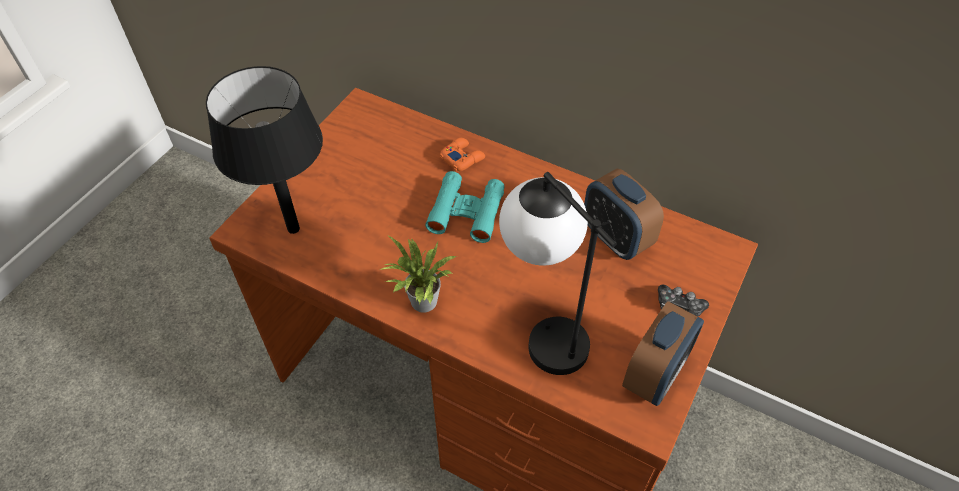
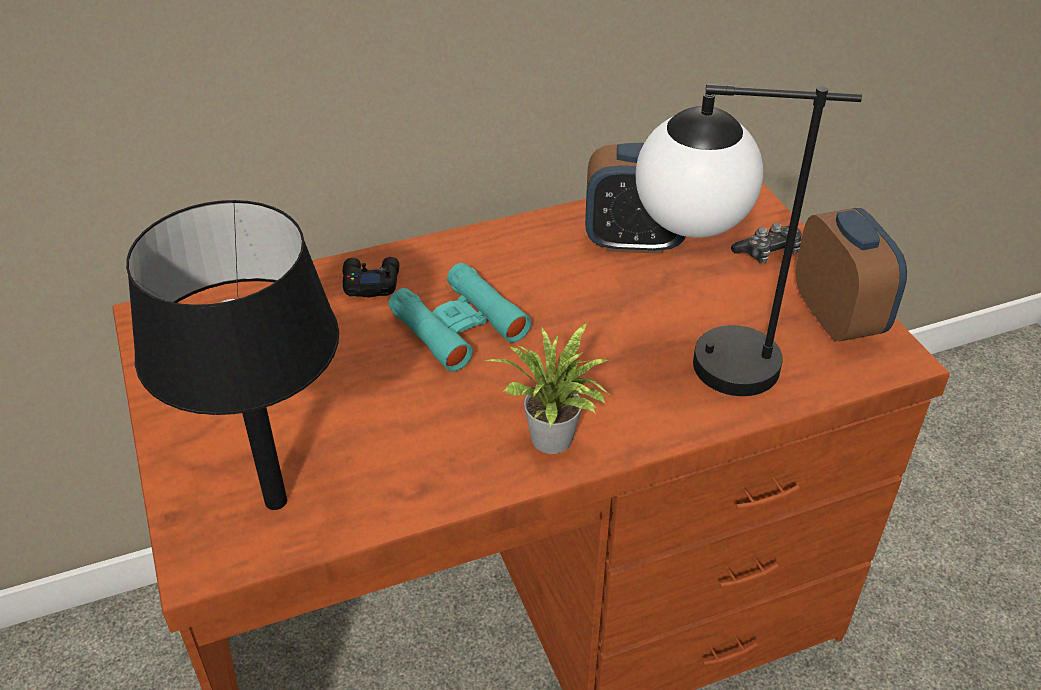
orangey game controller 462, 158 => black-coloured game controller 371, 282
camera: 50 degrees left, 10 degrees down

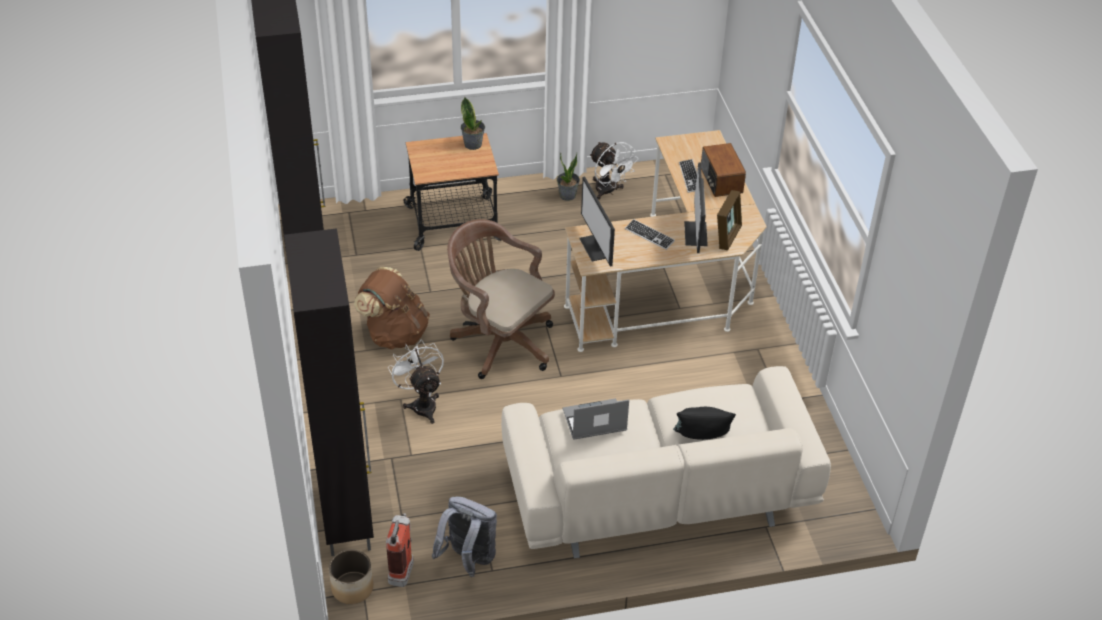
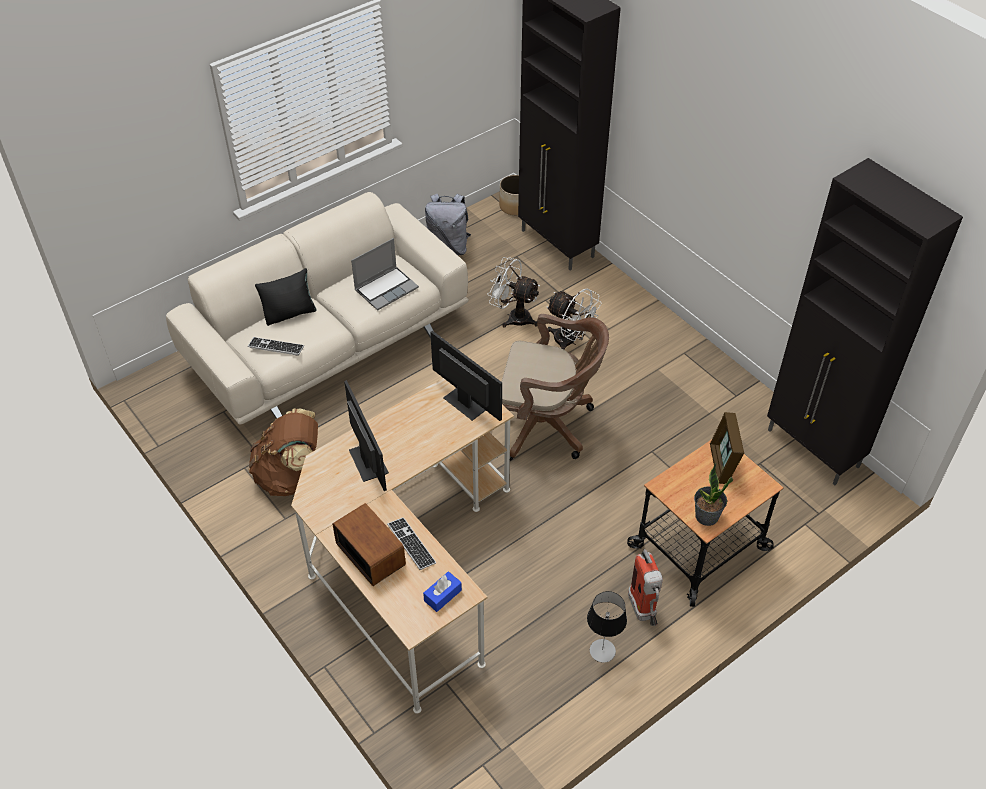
nothing => bluish tissue holder 442, 595
brownish rucksack 395, 333 => brownish rucksack 290, 475, move
fire extinguisher 403, 567 => fire extinguisher 644, 613, move
white-coloured electric fan 608, 191 => white-coloured electric fan 513, 317, move
computer keyboard 649, 235 => computer keyboard 276, 347, move
photo frame 727, 236 => photo frame 722, 464, move
potted plant 567, 195 => lamp for a table 602, 650
camera: 155 degrees right, 5 degrees up

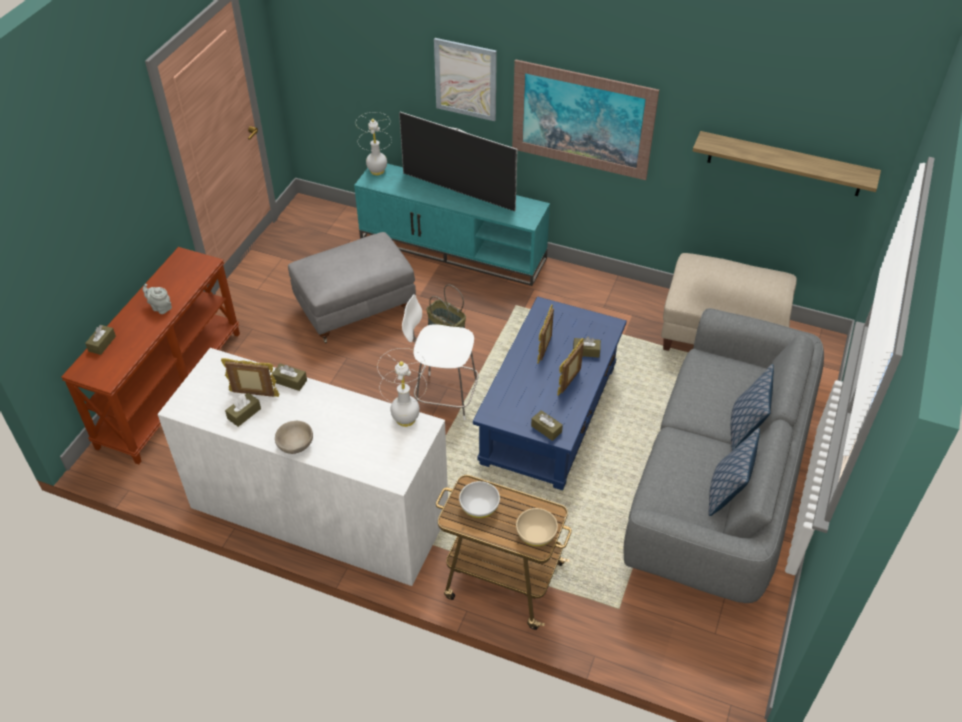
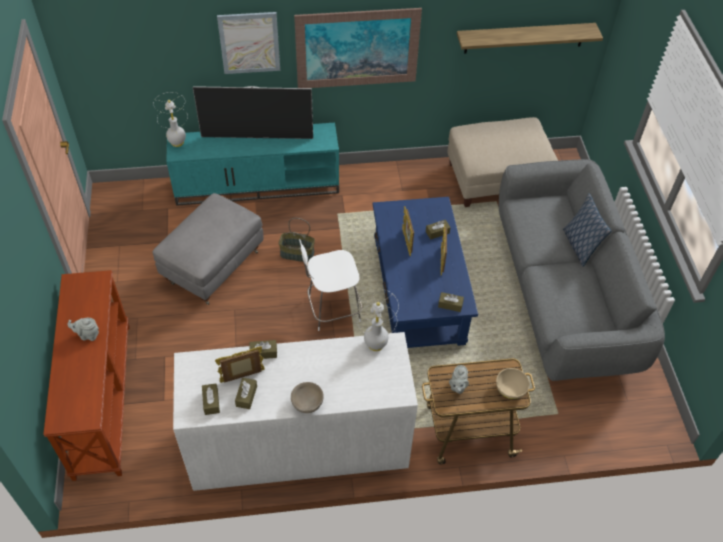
cushion 726, 492 => nothing
brownish tissue holder 102, 343 => brownish tissue holder 211, 402, move
white-coloured bowl 479, 507 => grey tea pot 457, 387
camera: 30 degrees left, 5 degrees up

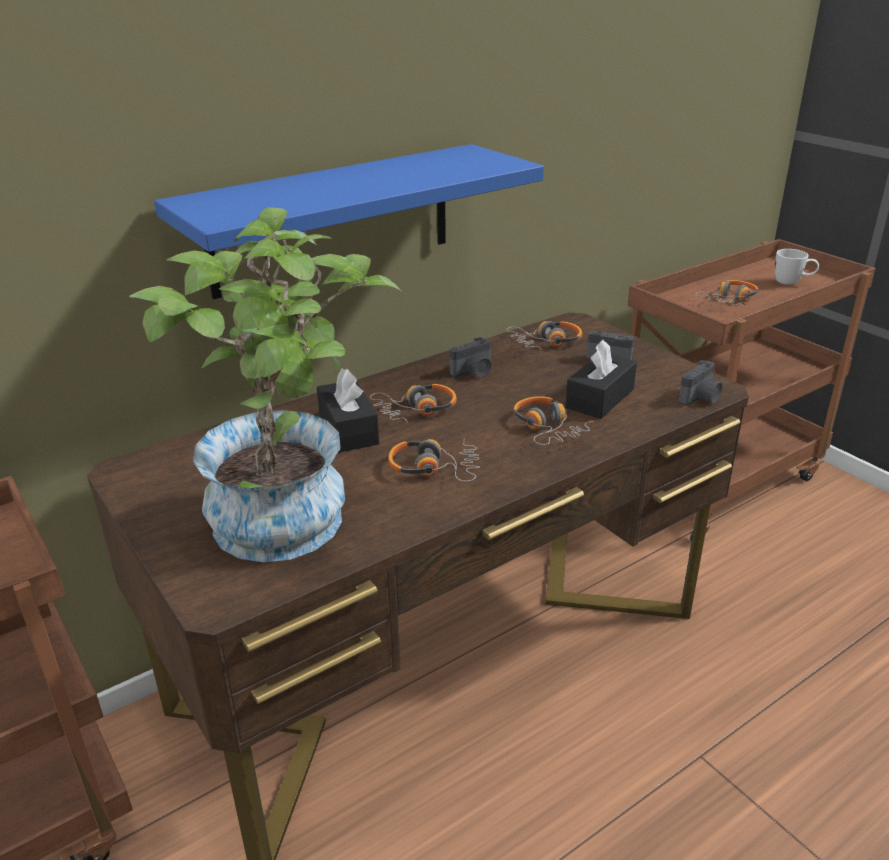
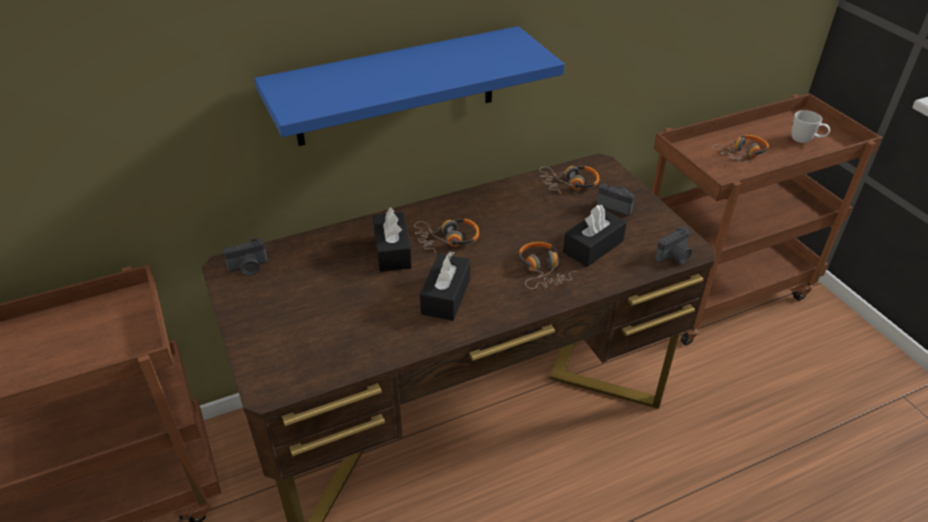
potted plant 293, 528 => nothing
photo camera 474, 372 => photo camera 249, 268, move
headset 434, 468 => black-coloured tissue holder 446, 296
camera: 10 degrees right, 10 degrees up

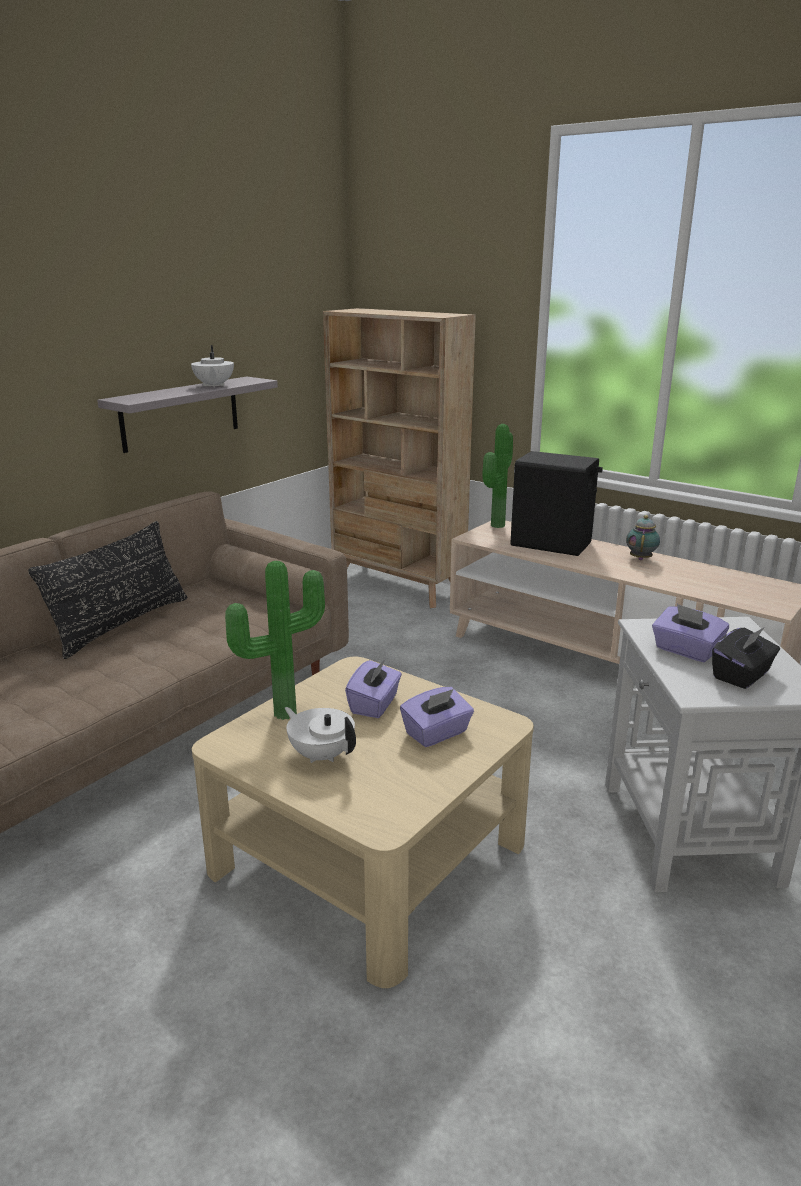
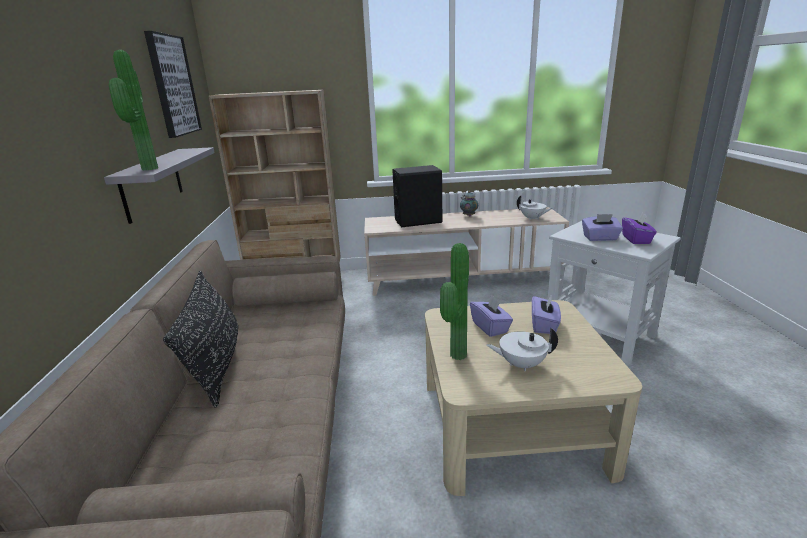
nothing => picture 173, 85
white-coloured tea pot 213, 386 => white-coloured tea pot 532, 218, move
potted plant 495, 525 => potted plant 146, 169, move
black-coloured tissue holder 742, 675 => purple-coloured tissue holder 636, 239
camera: 40 degrees left, 0 degrees up

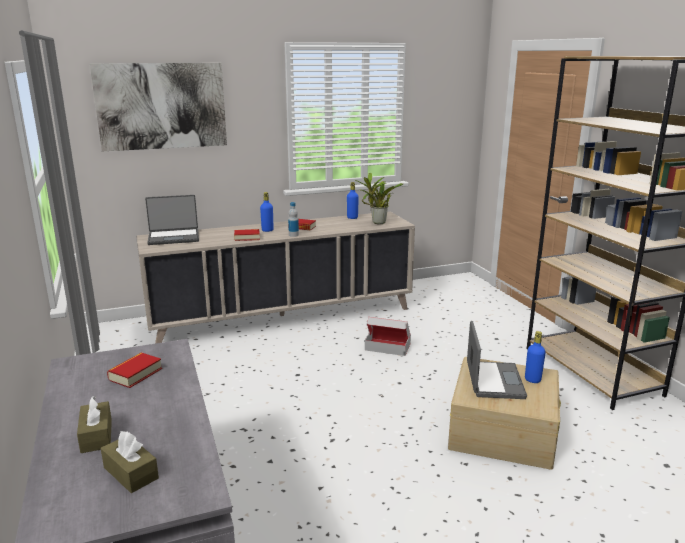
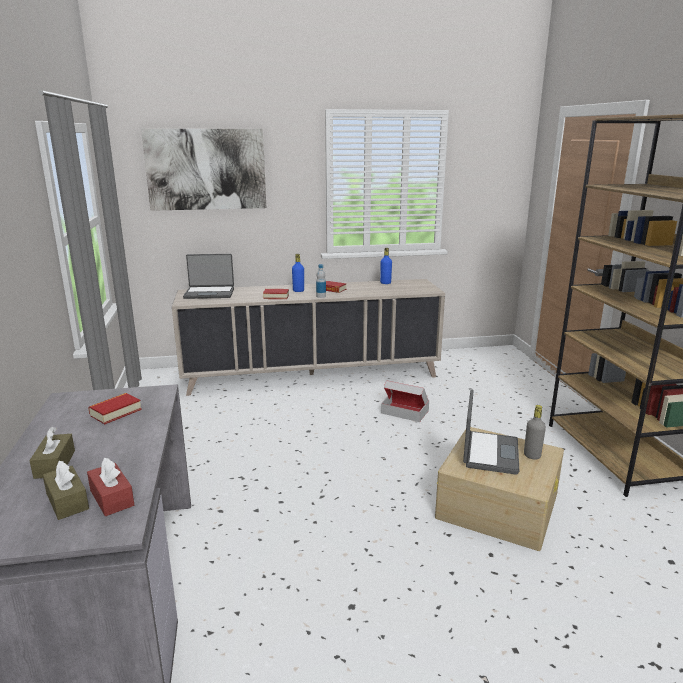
potted plant 377, 223 => nothing
nothing => red tissue holder 112, 498
bluish drink bottle 532, 380 => grey drink bottle 532, 455
camera: 10 degrees right, 0 degrees up

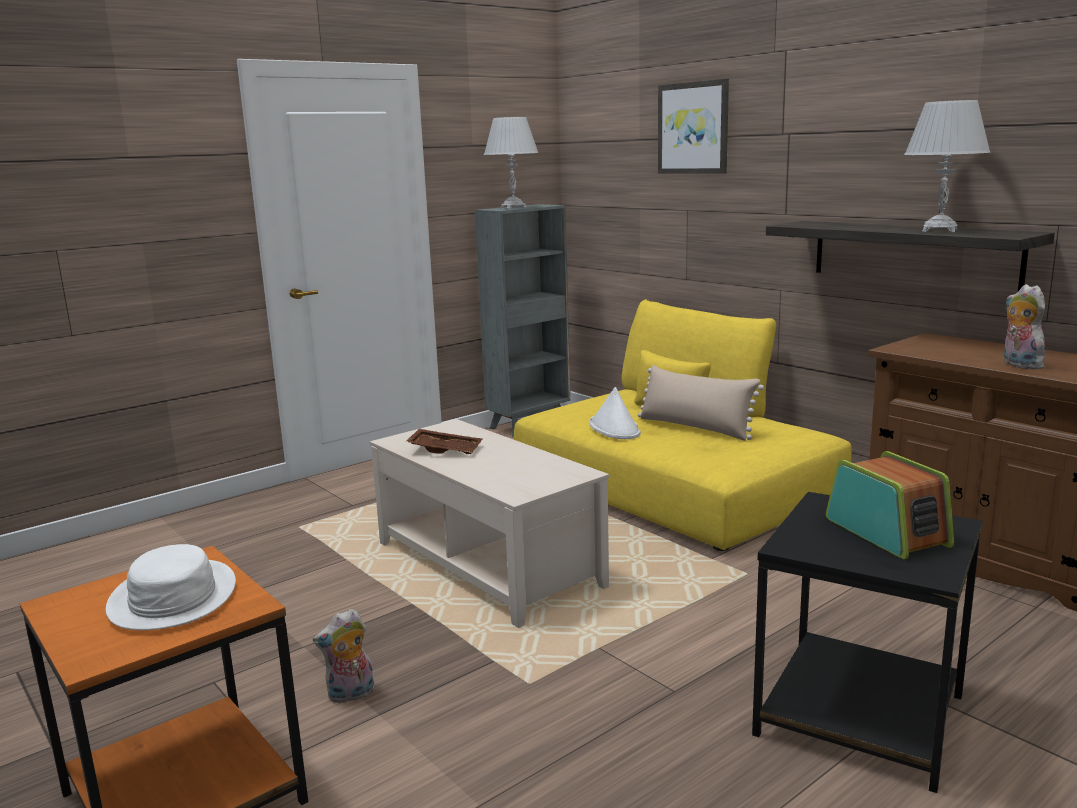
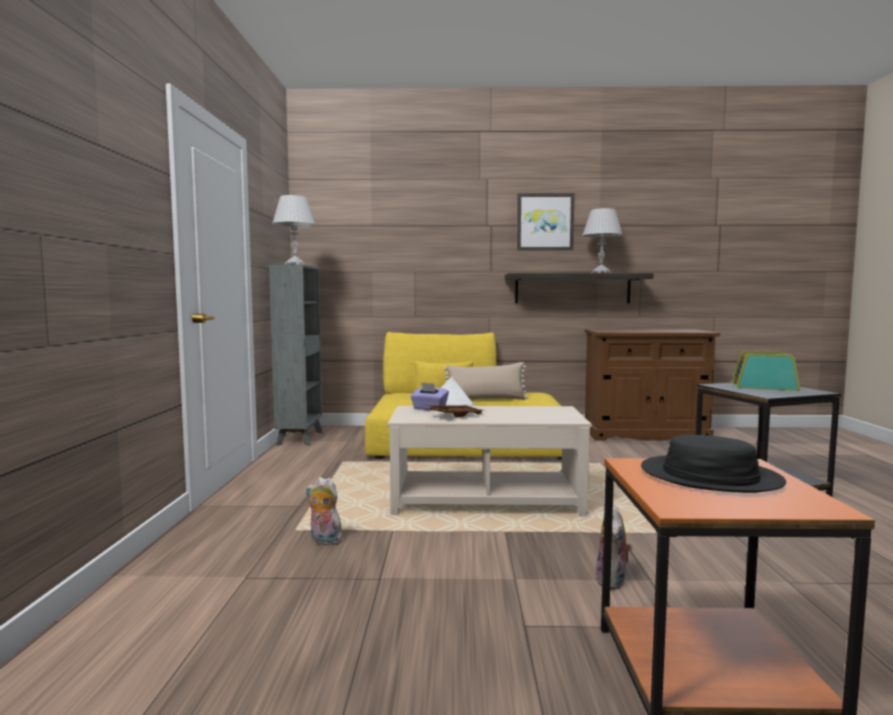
nothing => purple-coloured tissue holder 429, 408
picture 693, 128 => picture 545, 222, move
plush toy 1018, 365 => plush toy 324, 541, move
white-coloured hat 172, 597 => black-coloured hat 709, 477
camera: 50 degrees left, 10 degrees down

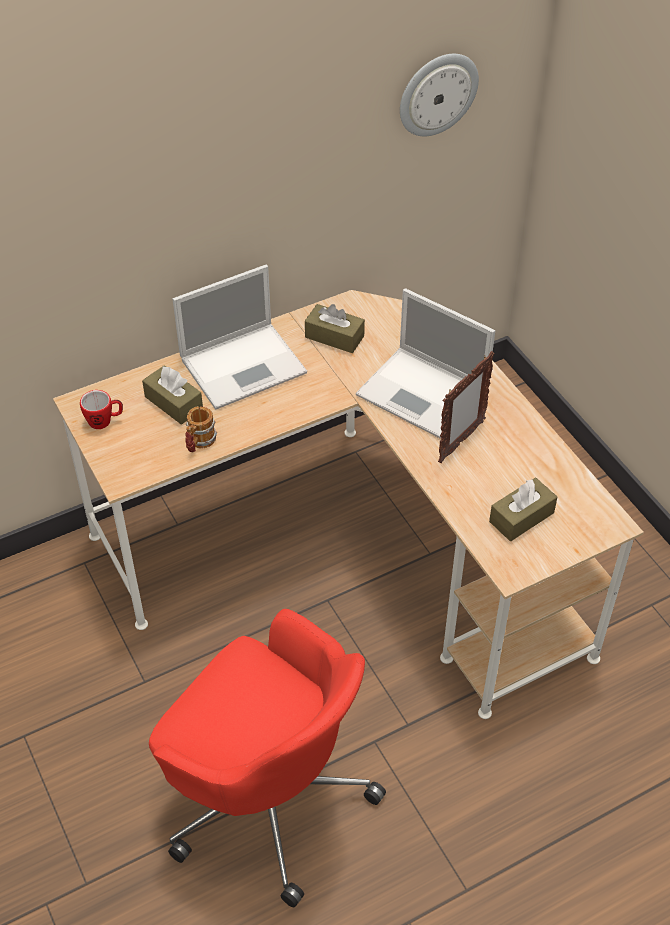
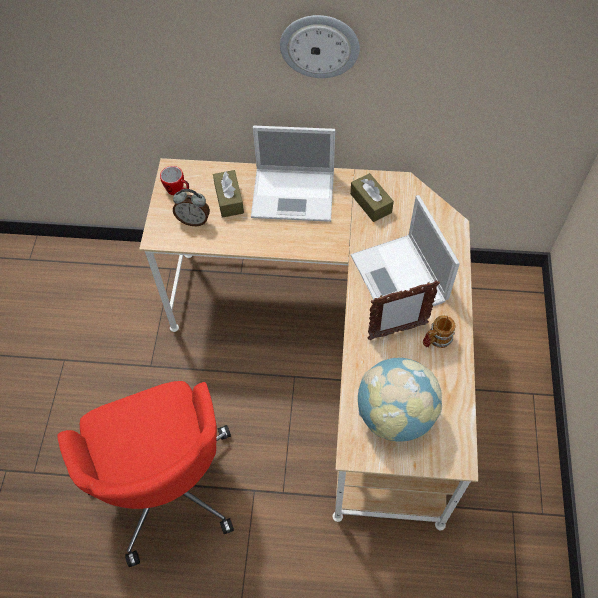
nothing => alarm clock 194, 220
coffee mug 199, 442 => coffee mug 436, 340, move
clock on the wall 437, 94 => clock on the wall 319, 45, move
brownish tissue holder 521, 517 => globe 395, 415
camera: 35 degrees right, 10 degrees up

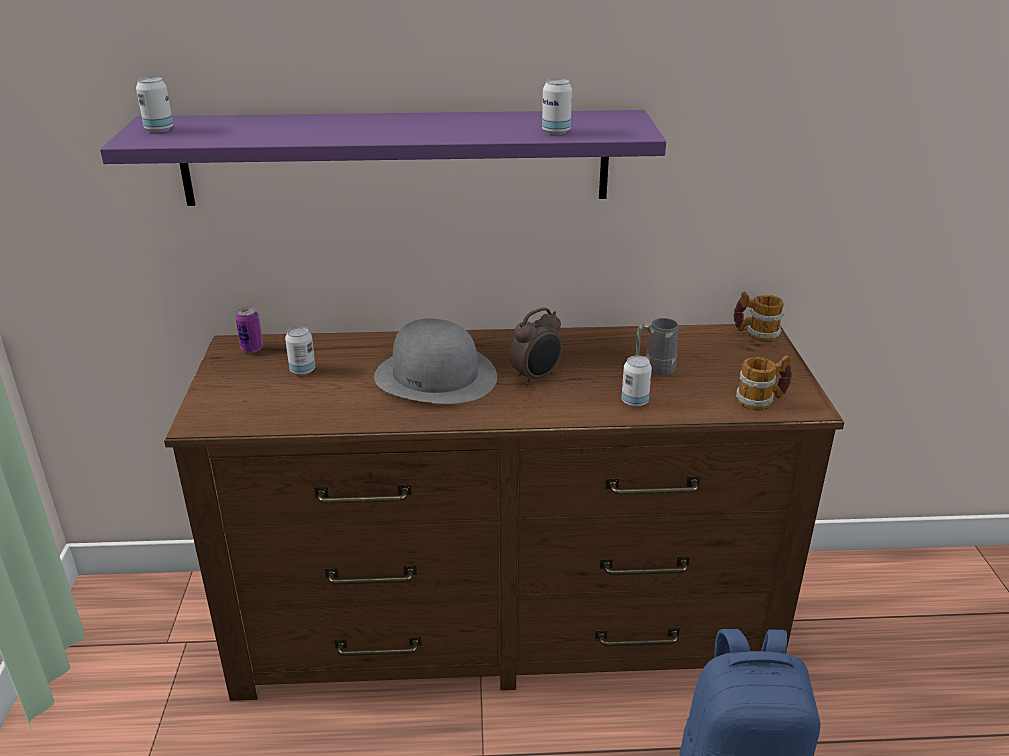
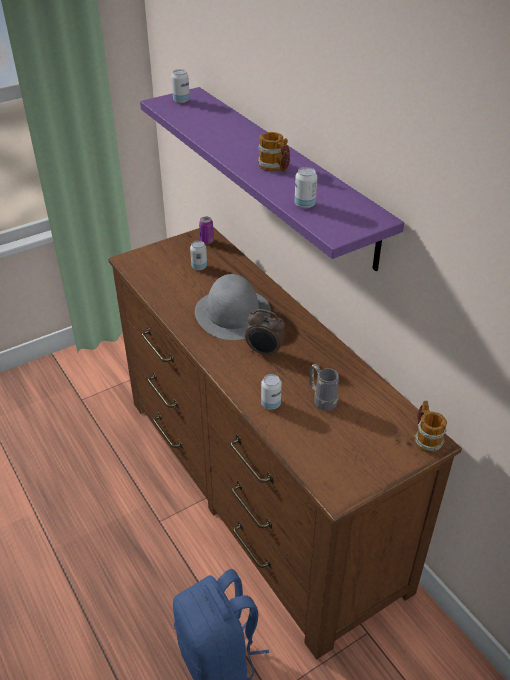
coffee mug 761, 400 => coffee mug 275, 167, move
camera: 60 degrees right, 10 degrees up

